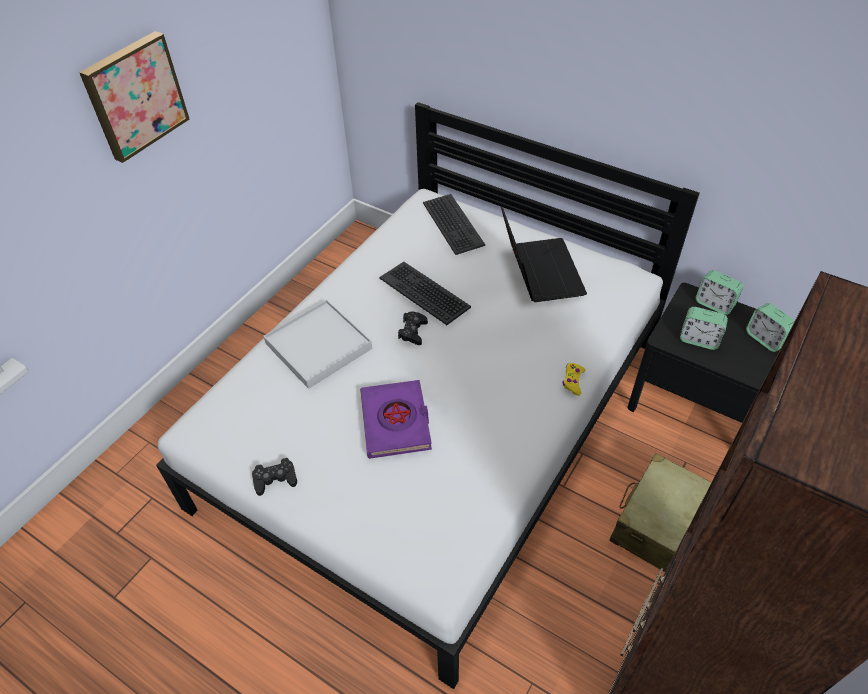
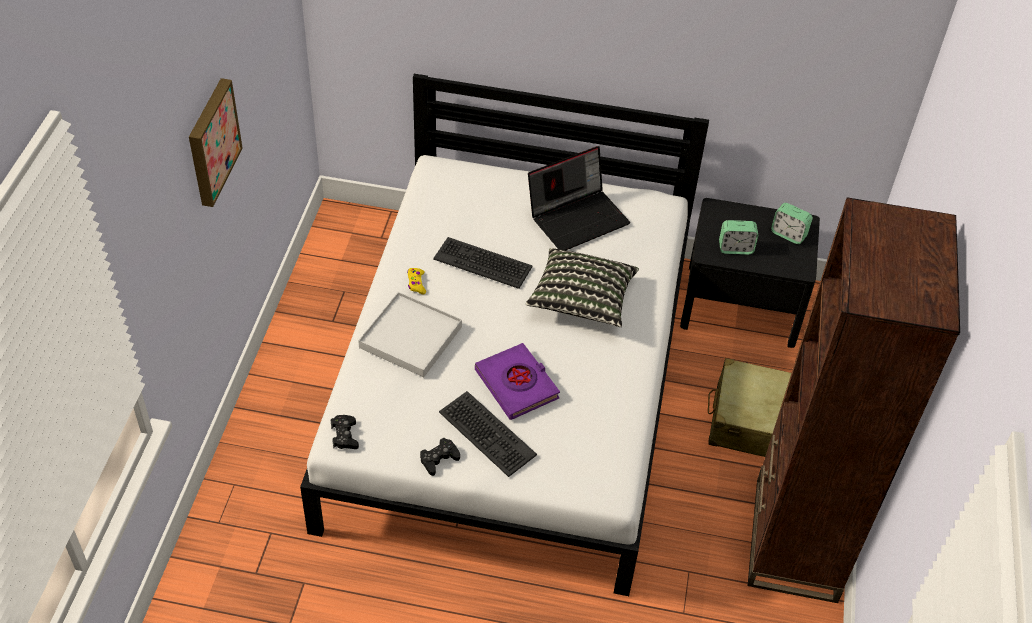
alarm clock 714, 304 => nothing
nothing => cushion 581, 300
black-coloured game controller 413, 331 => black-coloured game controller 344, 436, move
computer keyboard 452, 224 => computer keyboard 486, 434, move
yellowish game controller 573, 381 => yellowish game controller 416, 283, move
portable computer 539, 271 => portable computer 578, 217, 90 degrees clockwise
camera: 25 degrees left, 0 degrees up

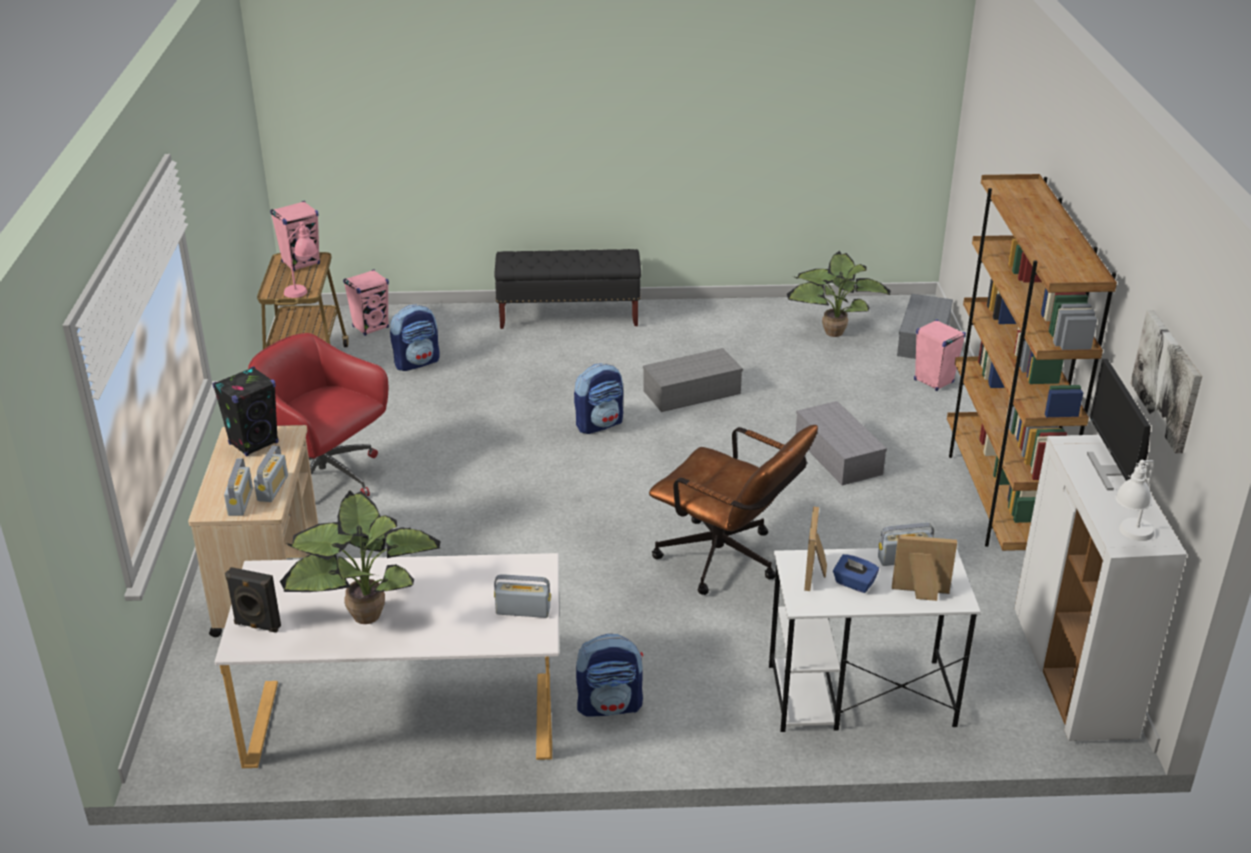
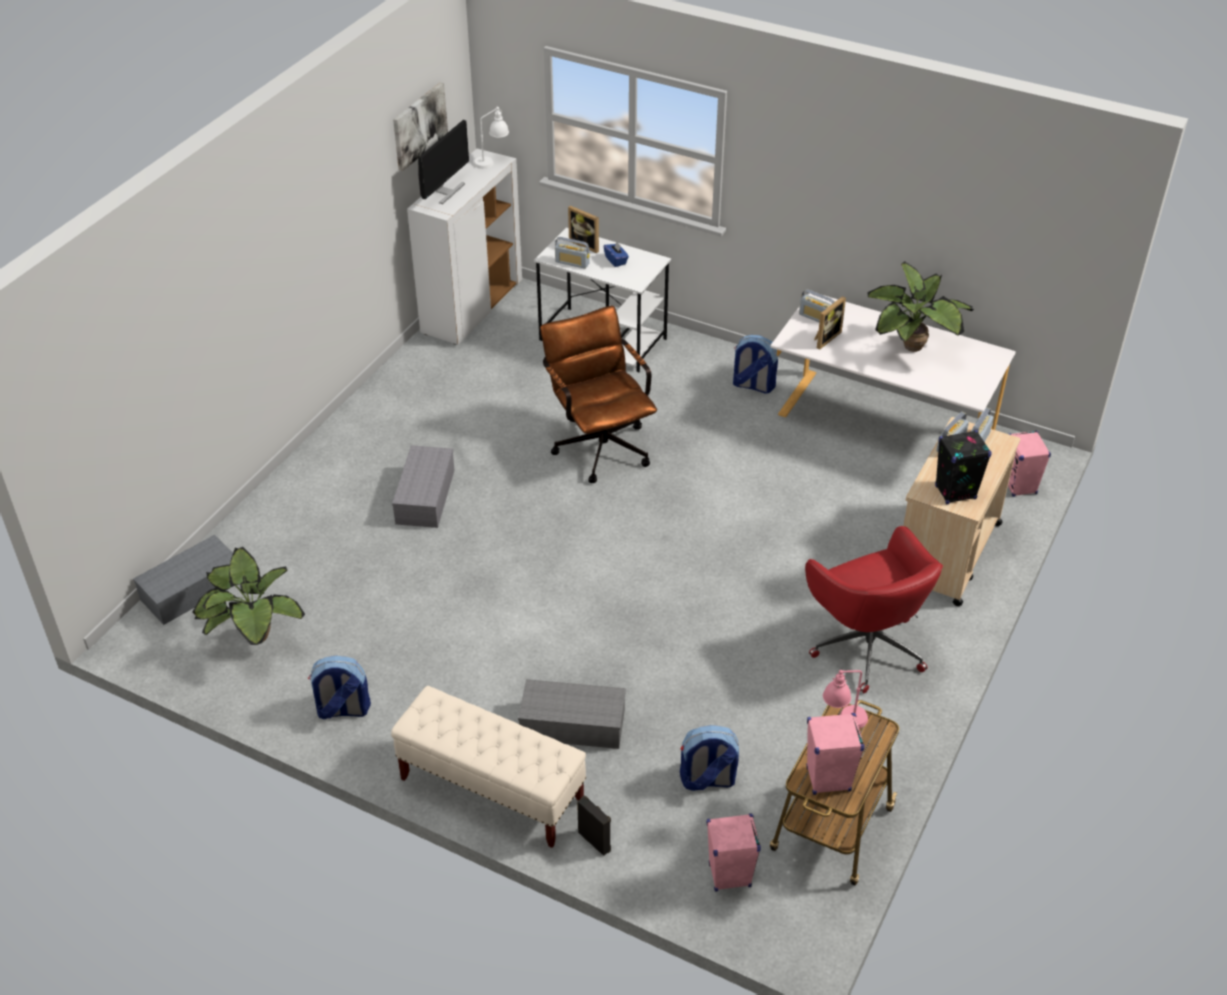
brownish bookshelf 998, 499 => nothing
black-coloured audio speaker 257, 626 => black-coloured audio speaker 595, 840, move
rucksack 599, 424 => rucksack 342, 710, move
grey storage bin 692, 391 => grey storage bin 571, 725, move
photo frame 816, 574 => photo frame 825, 338, move
pink-coloured audio speaker 933, 381 => pink-coloured audio speaker 1019, 486, move
black-coloured indoor bench 569, 316 => beige-coloured indoor bench 491, 790
camera: 150 degrees left, 10 degrees up

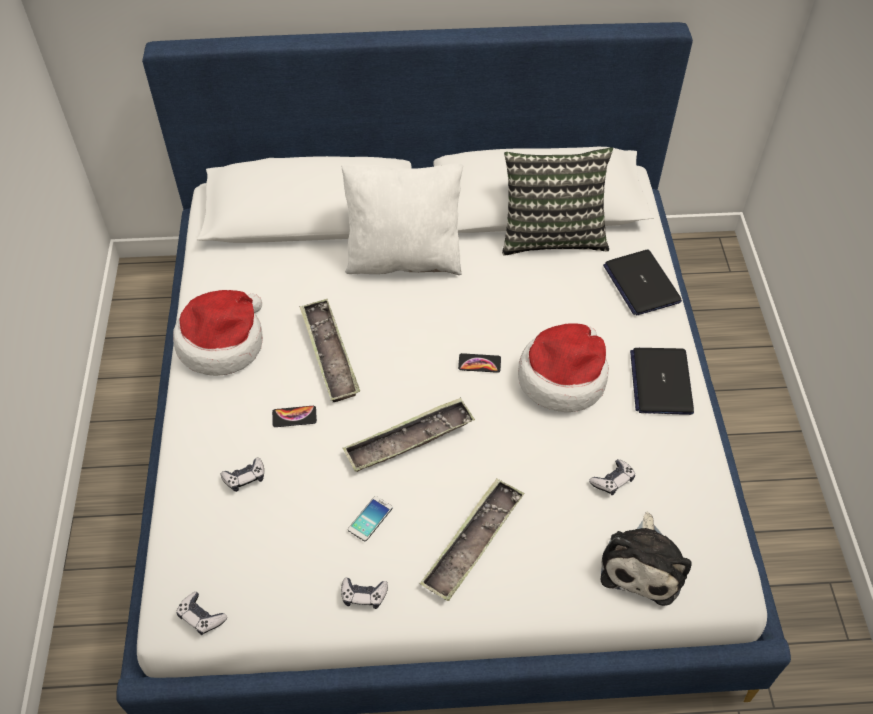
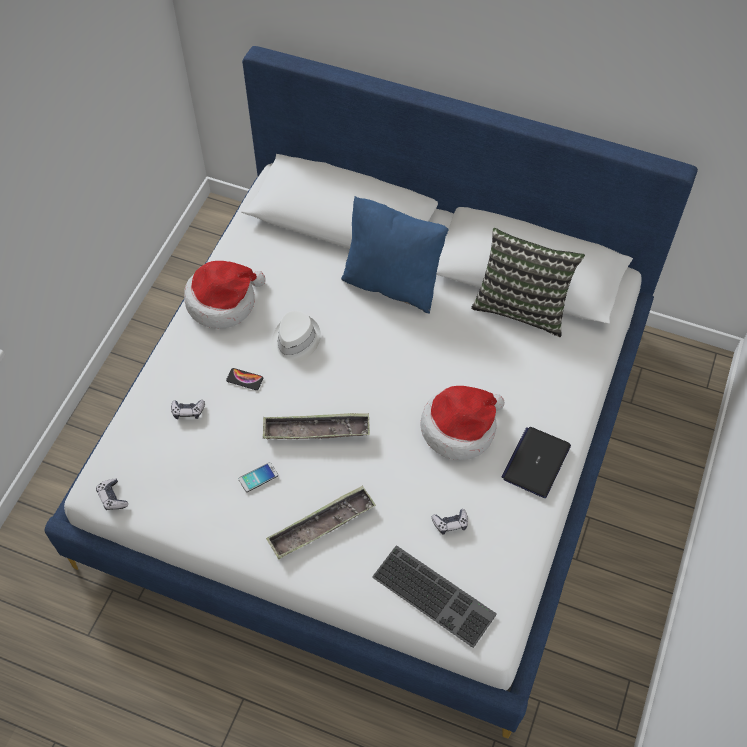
game controller 363, 595 => nothing
phone 479, 363 => nothing
portable computer 641, 283 => nothing
serving tray 329, 354 => white-coloured hat 294, 340
plush toy 643, 564 => computer keyboard 436, 594
white-coloured cushion 404, 258 => bluish cushion 392, 283
camera: 25 degrees right, 5 degrees up

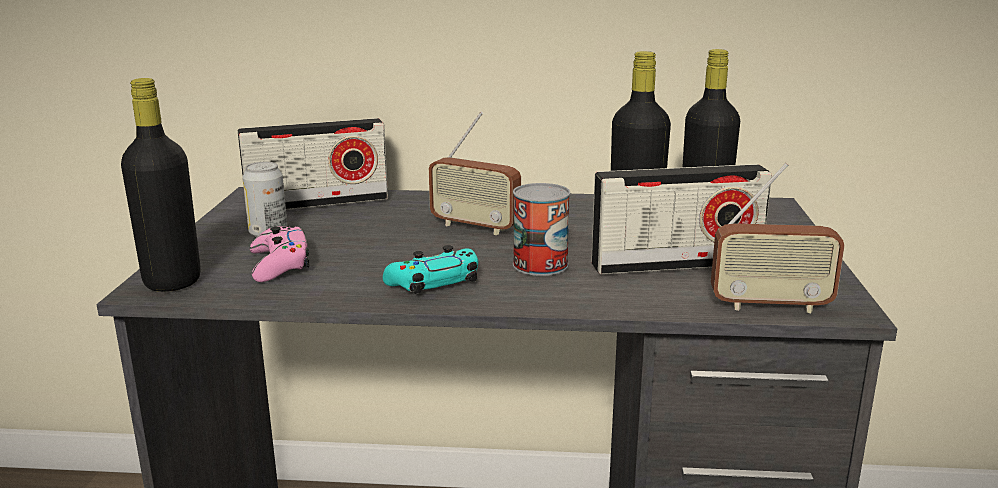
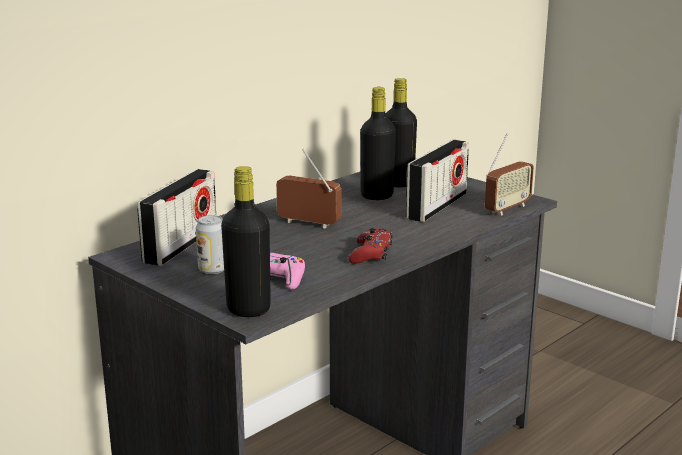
sealed can 540, 265 => nothing
turquoise-coloured game controller 434, 282 => red game controller 371, 254
radio 475, 227 => radio 308, 223, 135 degrees counterclockwise
camera: 50 degrees left, 0 degrees up

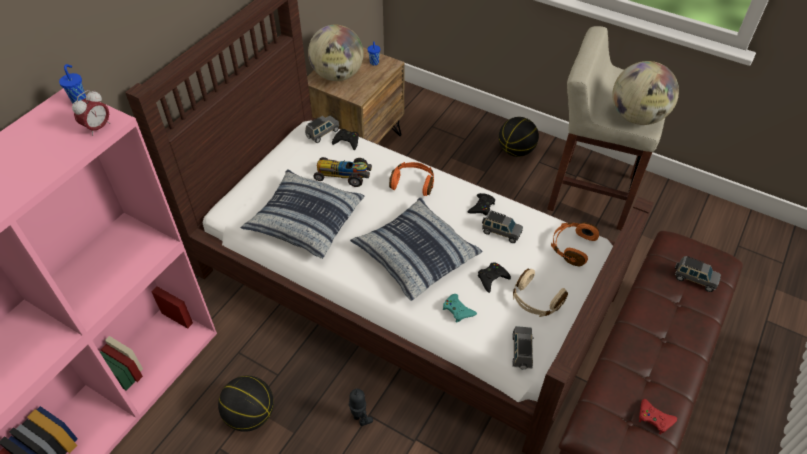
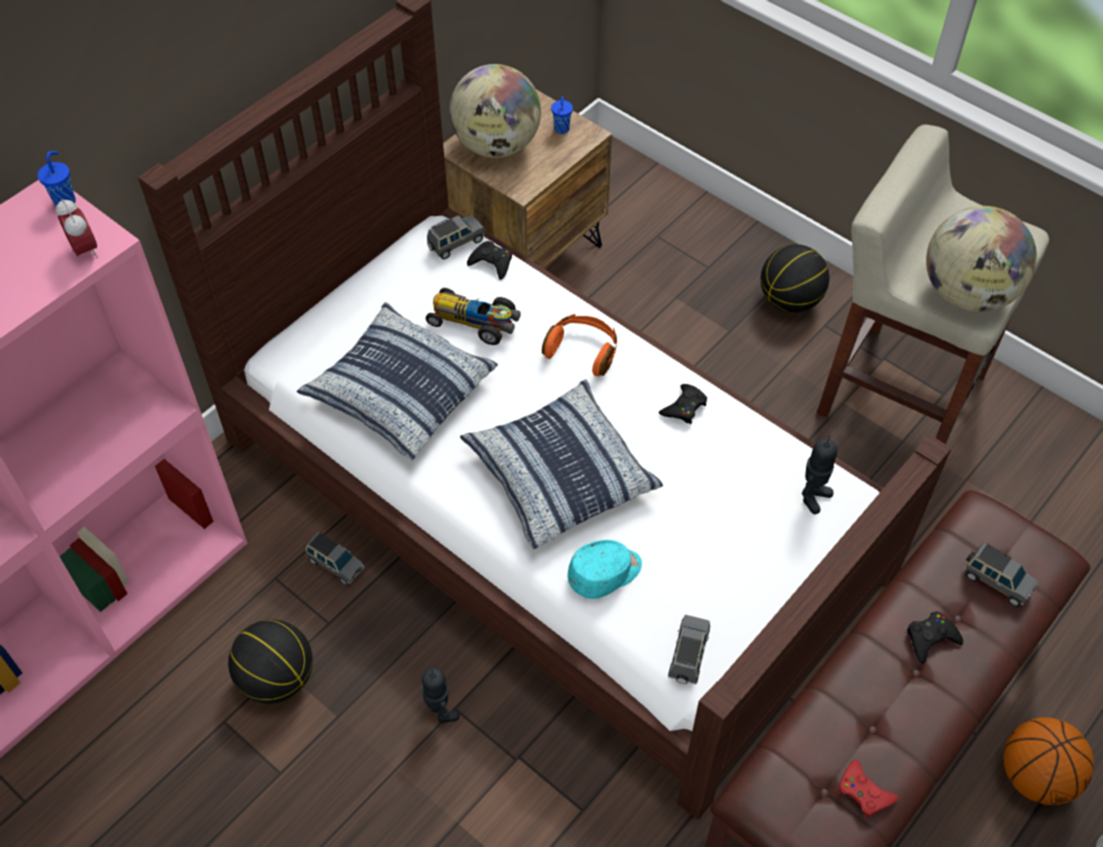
beige-coloured headset 535, 300 => nothing
nothing => basketball 1035, 777
black-coloured game controller 492, 278 => black-coloured game controller 930, 639, move
grey model car 500, 232 => grey model car 335, 565, move
turquoise-coloured game controller 458, 310 => turquoise-coloured baseball cap 605, 574
orangey headset 571, 247 => robot figure 813, 497
alarm clock 98, 128 => alarm clock 85, 250, 75 degrees counterclockwise
camera: 10 degrees right, 5 degrees up

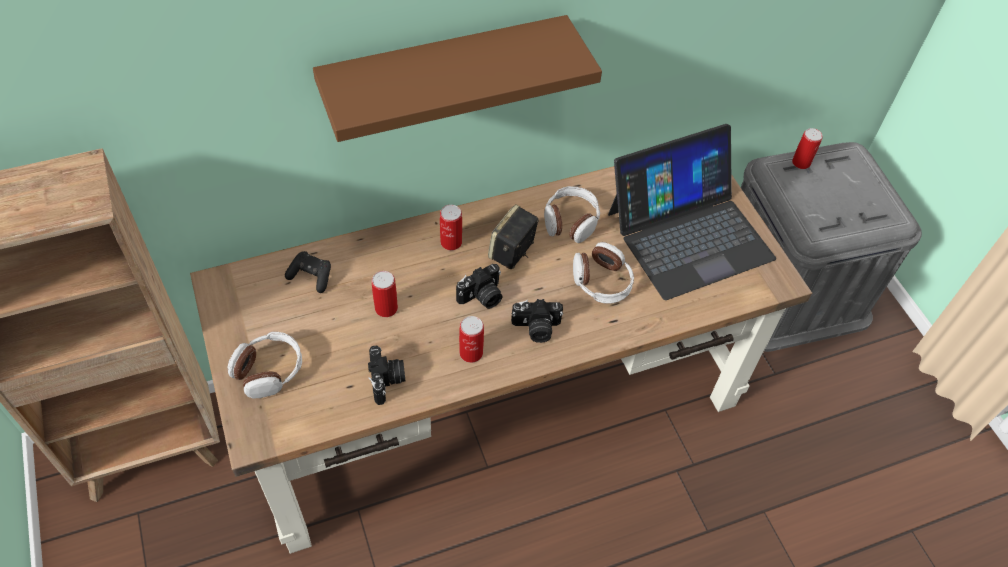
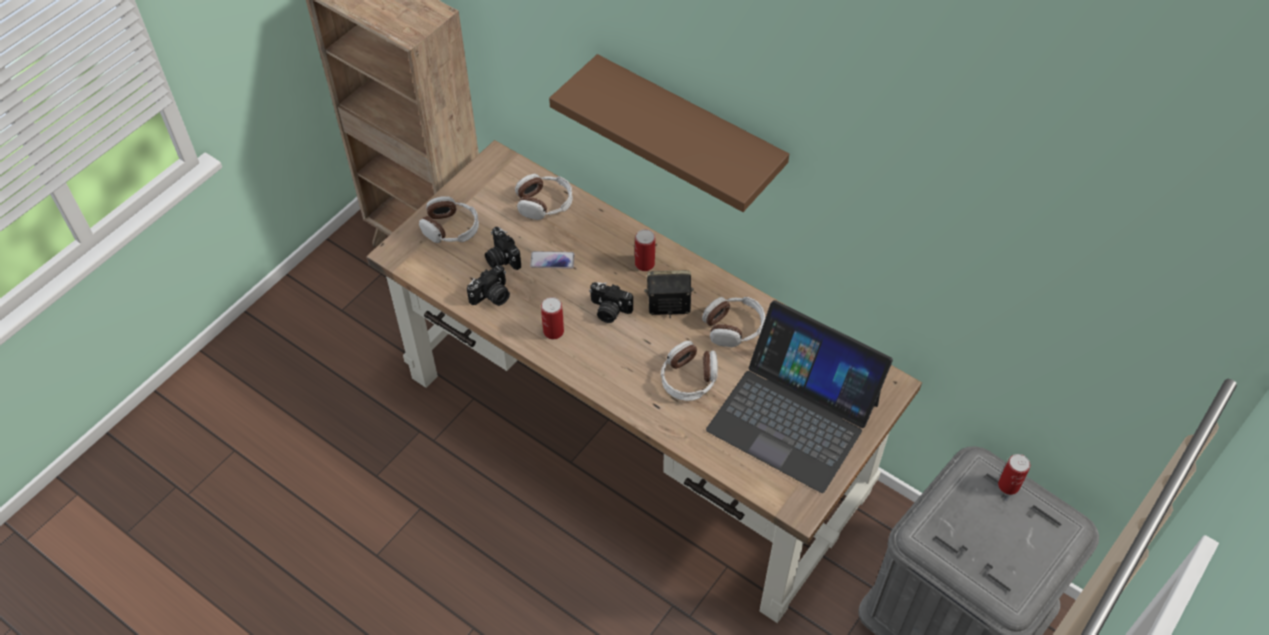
photo camera 536, 329 => photo camera 501, 258, move
black-coloured game controller 311, 276 => headset 544, 203
sealed can 386, 308 => phone 552, 260
camera: 60 degrees right, 0 degrees up

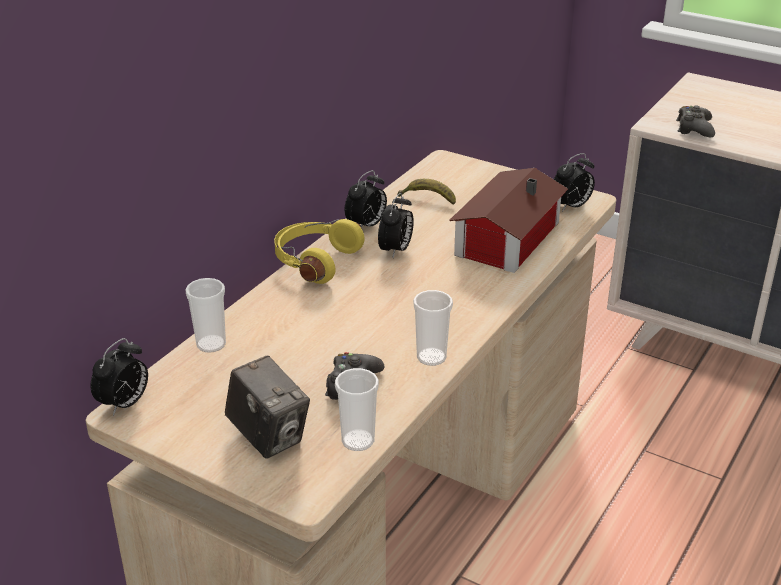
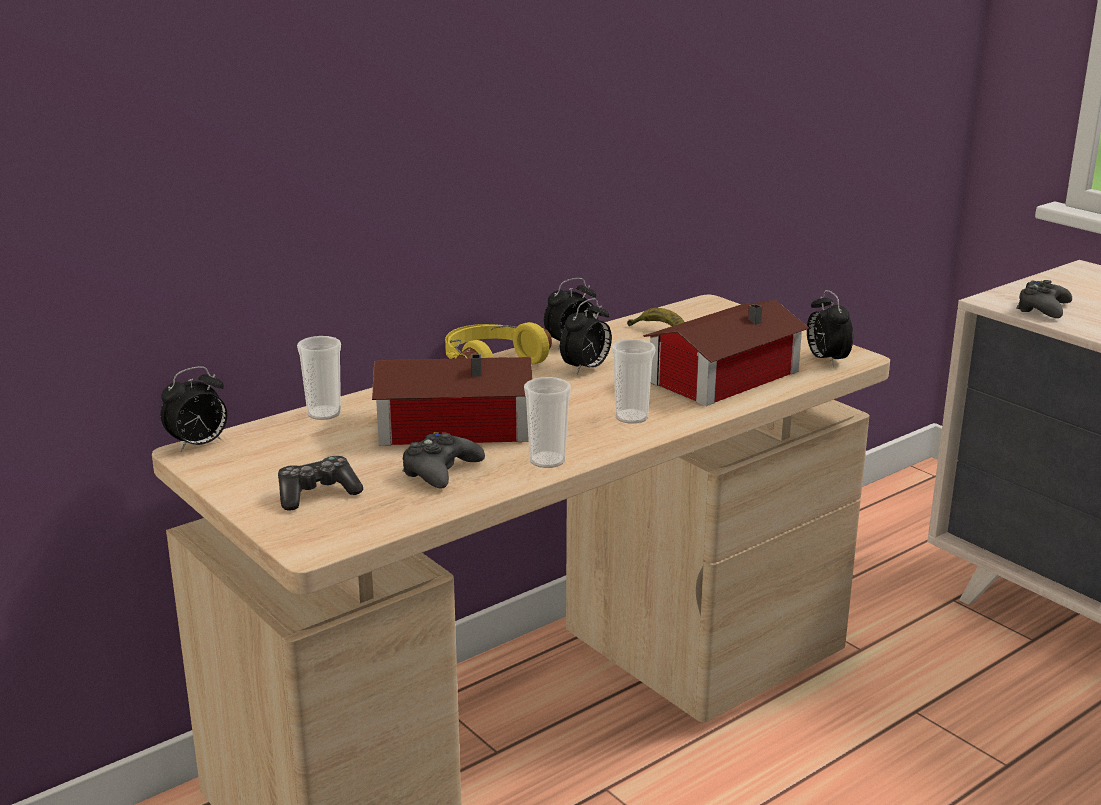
nothing => model house 450, 423
small cup 358, 441 => small cup 631, 417, move
photo camera 268, 436 => game controller 317, 494
alarm clock 571, 207 => alarm clock 826, 360, 90 degrees clockwise
camera: 20 degrees right, 10 degrees down

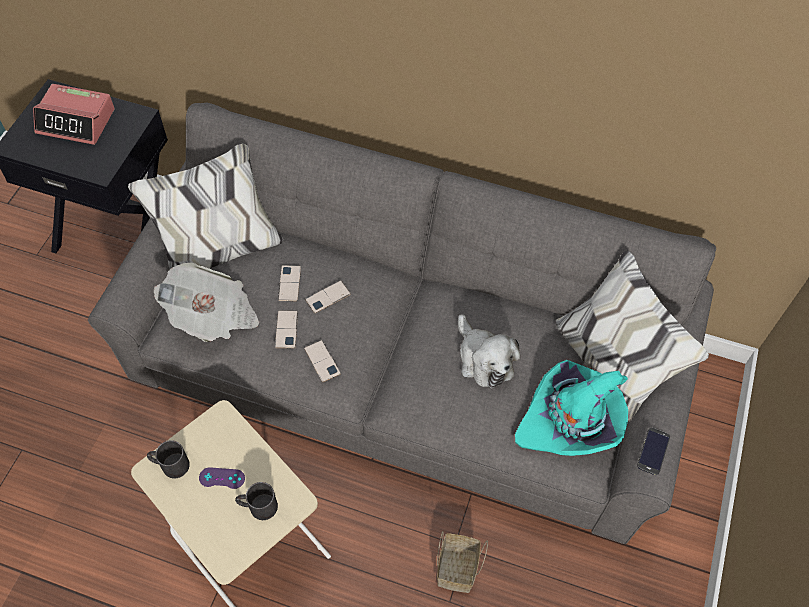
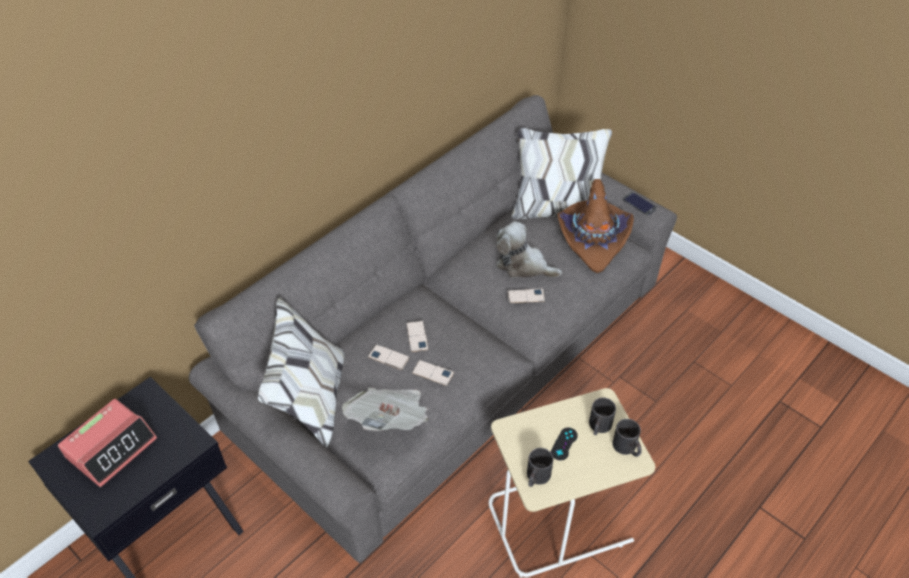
household basket 457, 570 => nothing
nothing => black-coloured coffee mug 627, 448
phone 322, 361 => phone 526, 296, move
purple-coloured game controller 222, 478 => black-coloured game controller 564, 444
turquoise-coloured hat 572, 421 => brownish hat 593, 238
plush toy 483, 359 => plush toy 523, 265, 150 degrees counterclockwise
camera: 65 degrees left, 10 degrees down

